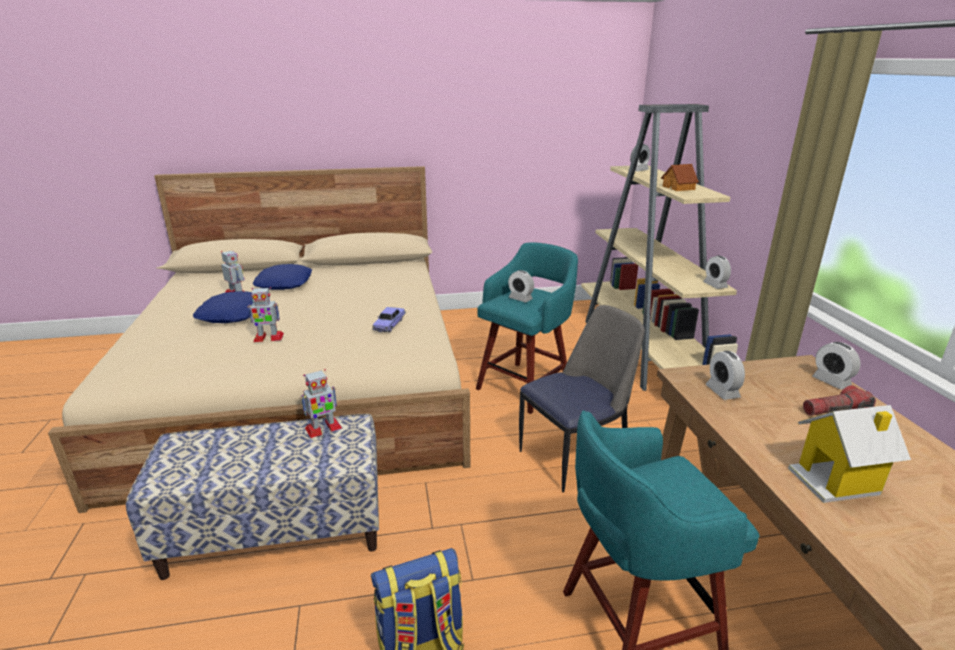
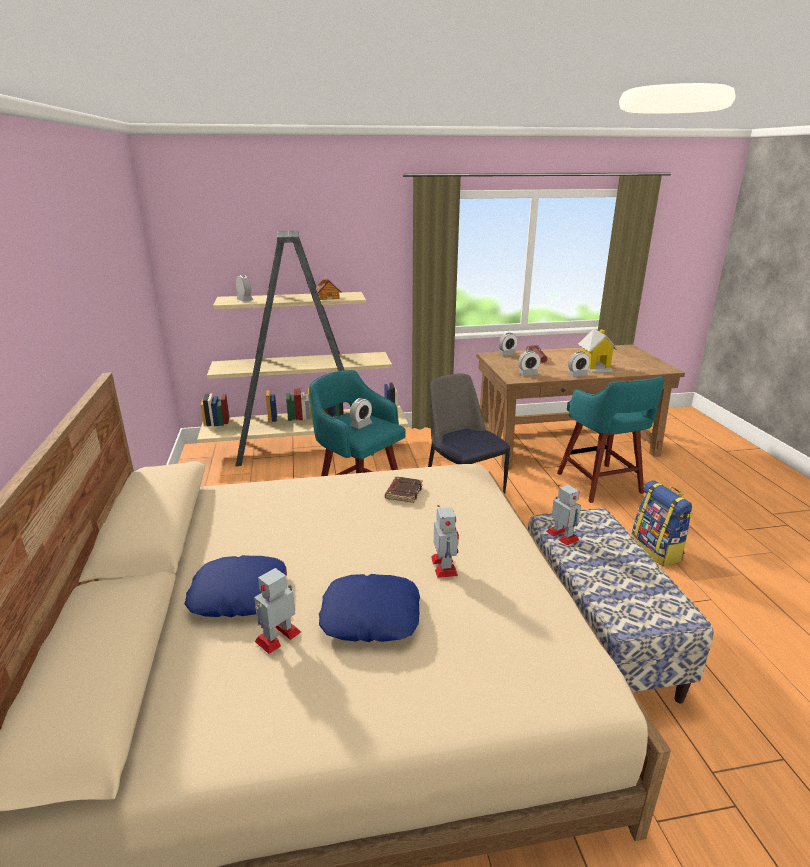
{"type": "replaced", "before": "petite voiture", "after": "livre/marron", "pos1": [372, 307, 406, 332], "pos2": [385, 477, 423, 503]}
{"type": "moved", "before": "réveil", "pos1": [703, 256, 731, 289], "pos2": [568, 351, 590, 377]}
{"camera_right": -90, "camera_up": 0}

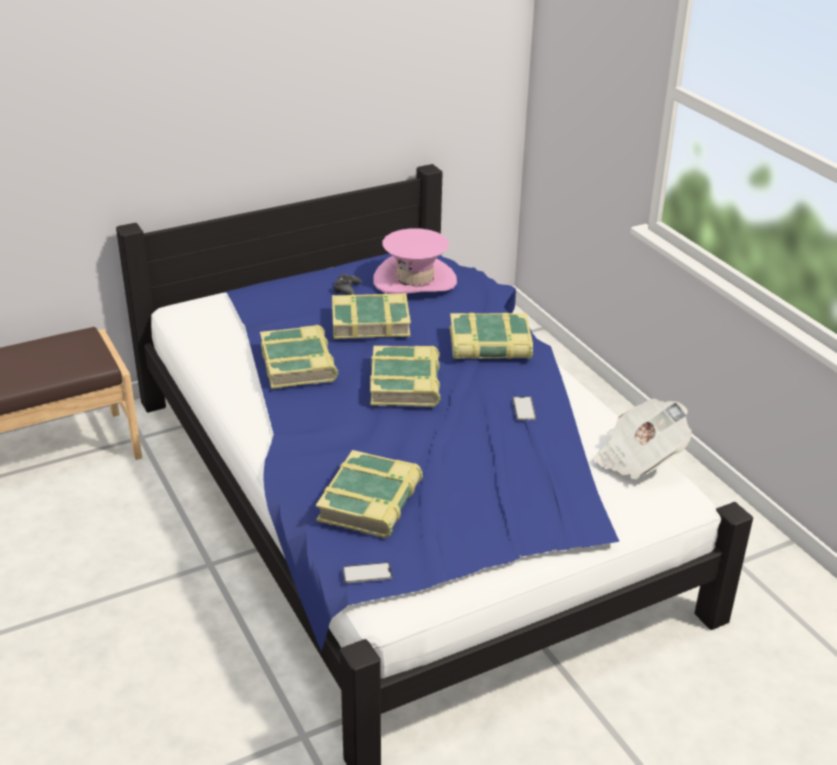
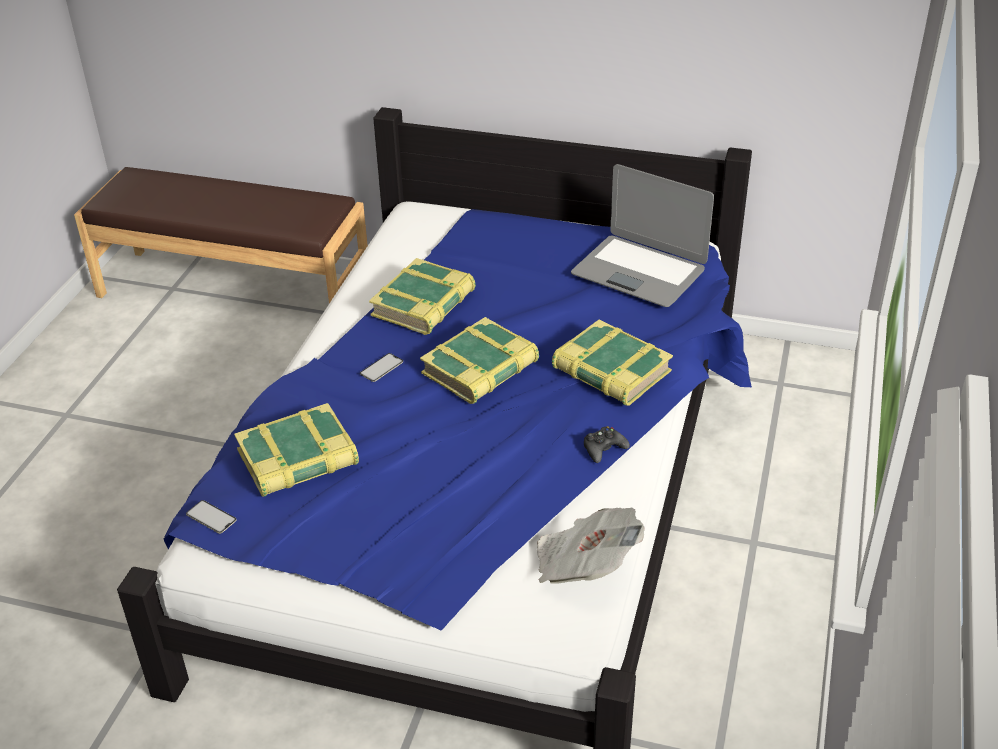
{"type": "removed", "before": "livre", "pos1": [332, 293, 411, 339]}
{"type": "moved", "before": "manette/noir", "pos1": [333, 274, 361, 295], "pos2": [584, 426, 630, 463]}
{"type": "replaced", "before": "chapeau/rose", "after": "ordinateur portable", "pos1": [373, 228, 457, 294], "pos2": [571, 164, 714, 307]}
{"type": "moved", "before": "téléphone", "pos1": [512, 397, 536, 420], "pos2": [360, 353, 403, 382]}
{"camera_right": 45, "camera_up": 5}

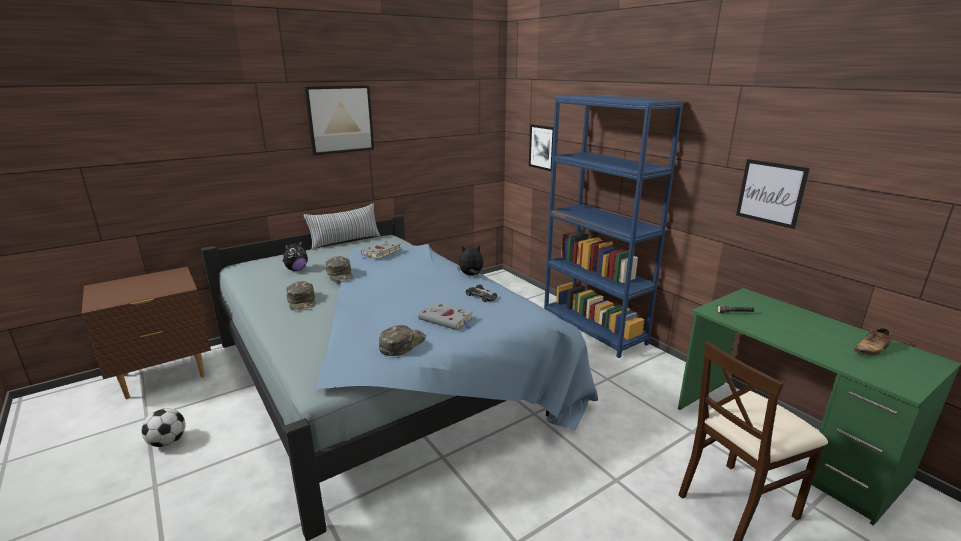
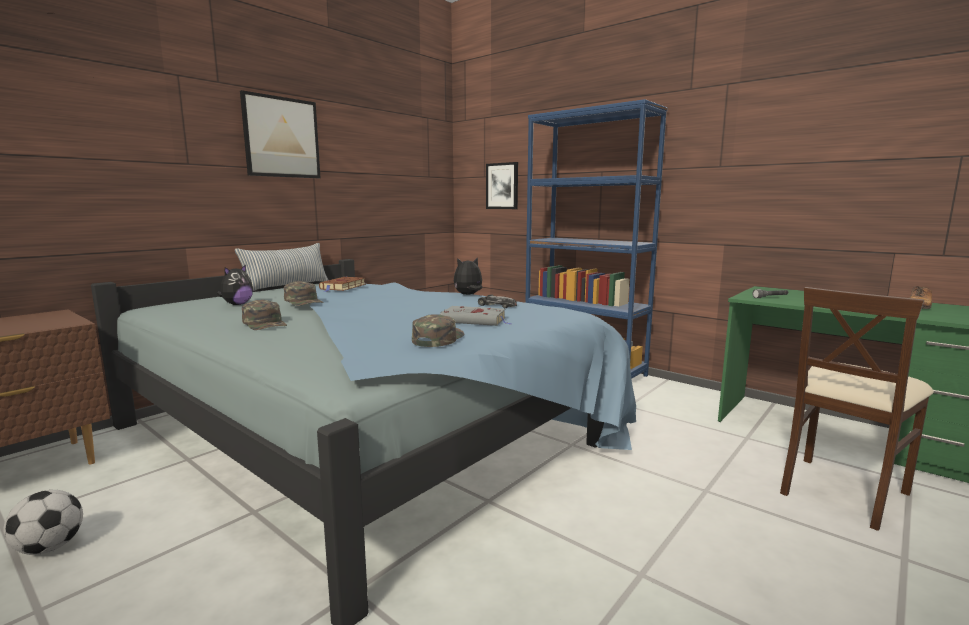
{"type": "recoloured", "before": "livre/gris", "after": "livre/marron", "pos1": [361, 241, 401, 259], "pos2": [319, 277, 366, 292]}
{"type": "removed", "before": "tableau", "pos1": [736, 159, 810, 229]}
{"camera_right": -15, "camera_up": -10}

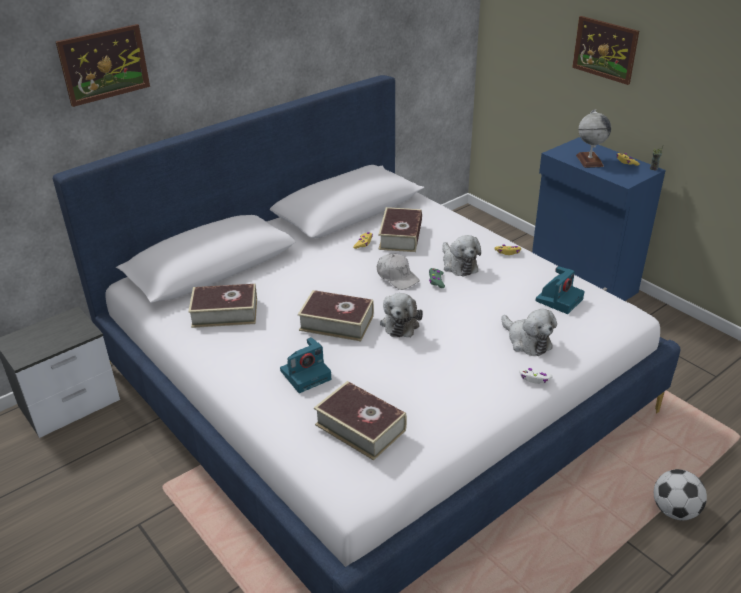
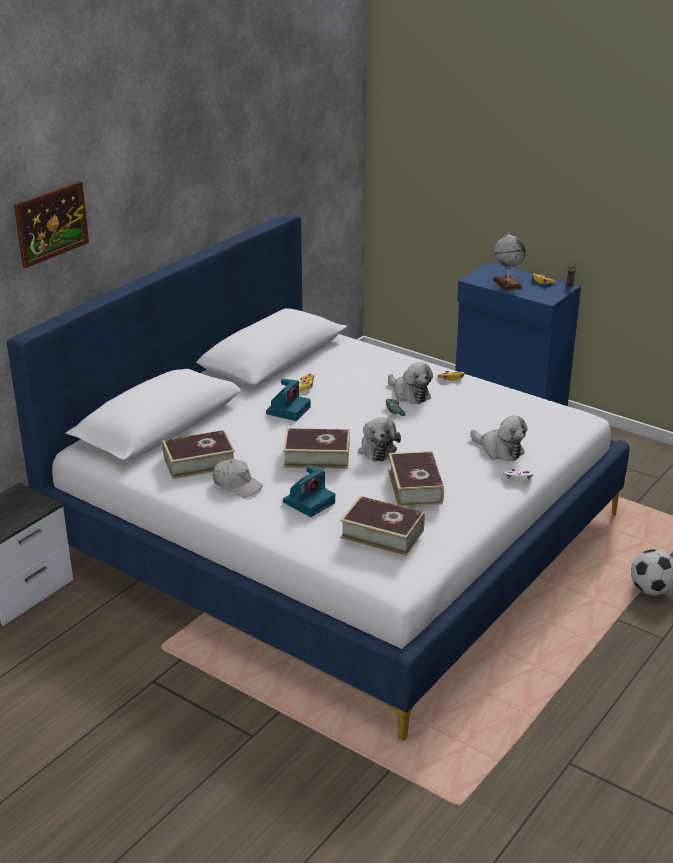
{"type": "moved", "before": "casquette/blanc", "pos1": [377, 254, 420, 290], "pos2": [213, 459, 263, 498]}
{"type": "moved", "before": "livre", "pos1": [378, 207, 422, 252], "pos2": [388, 451, 444, 507]}
{"type": "moved", "before": "appareil photo", "pos1": [536, 266, 585, 314], "pos2": [266, 379, 311, 421]}
{"type": "removed", "before": "tableau", "pos1": [572, 16, 639, 85]}
{"camera_right": -15, "camera_up": -5}

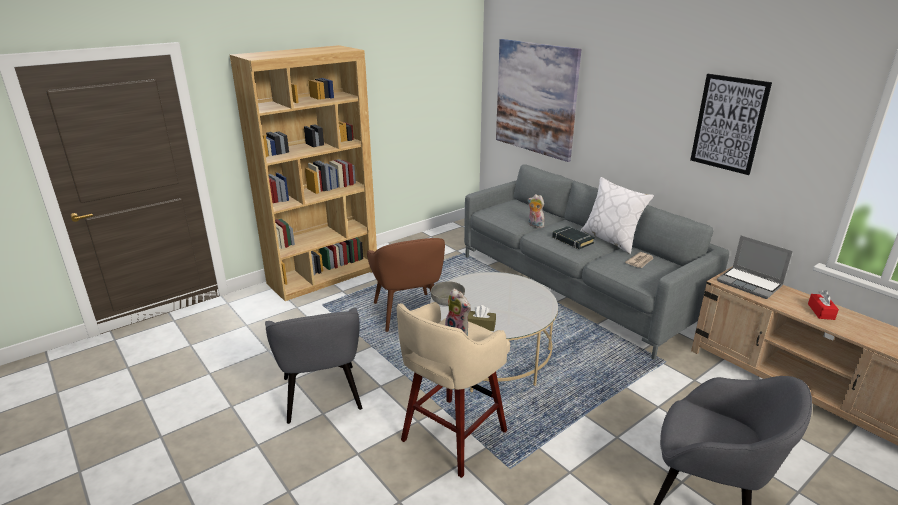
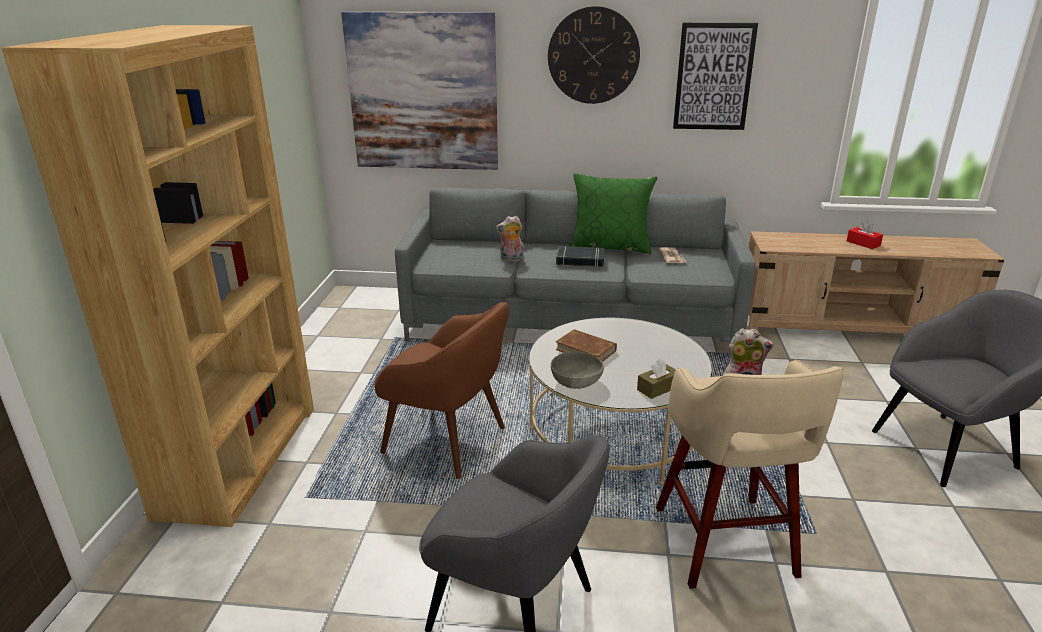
{"type": "recoloured", "before": "coussin/blanc", "after": "coussin/vert", "pos1": [580, 177, 654, 254], "pos2": [569, 173, 657, 254]}
{"type": "removed", "before": "ordinateur portable", "pos1": [717, 235, 793, 299]}
{"type": "added", "after": "horloge murale", "pos2": [548, 6, 640, 104]}
{"type": "added", "after": "livre/marron", "pos2": [555, 329, 617, 362]}
{"camera_right": -45, "camera_up": 0}

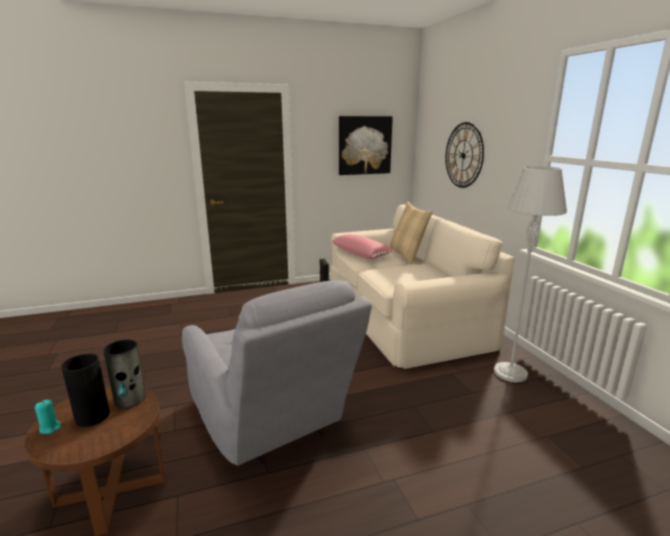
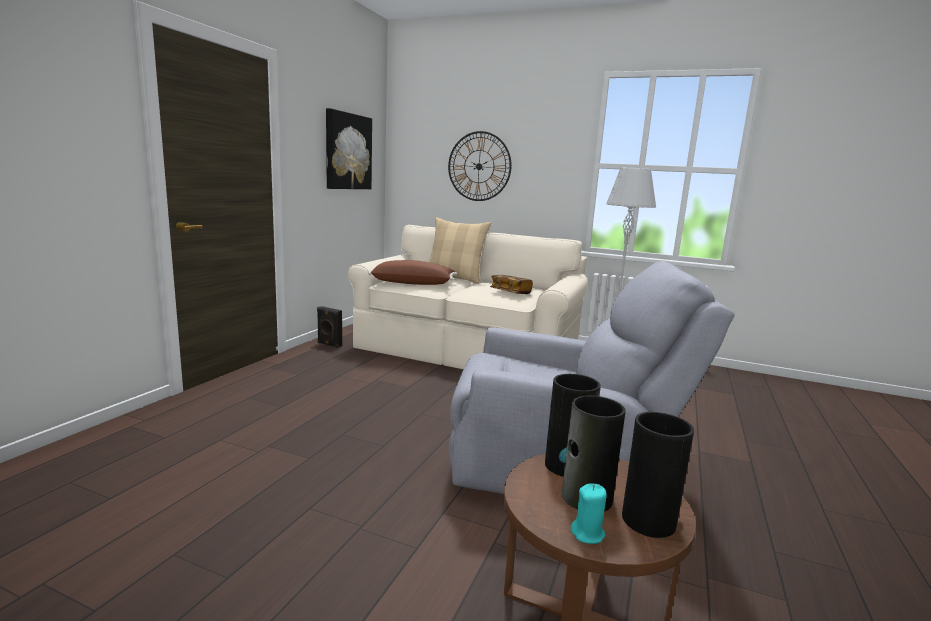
{"type": "recoloured", "before": "coussin/rose", "after": "coussin/marron", "pos1": [331, 234, 395, 259], "pos2": [368, 260, 457, 285]}
{"type": "added", "after": "livre", "pos2": [490, 275, 533, 294]}
{"type": "added", "after": "vase", "pos2": [622, 412, 694, 538]}
{"camera_right": -50, "camera_up": -5}

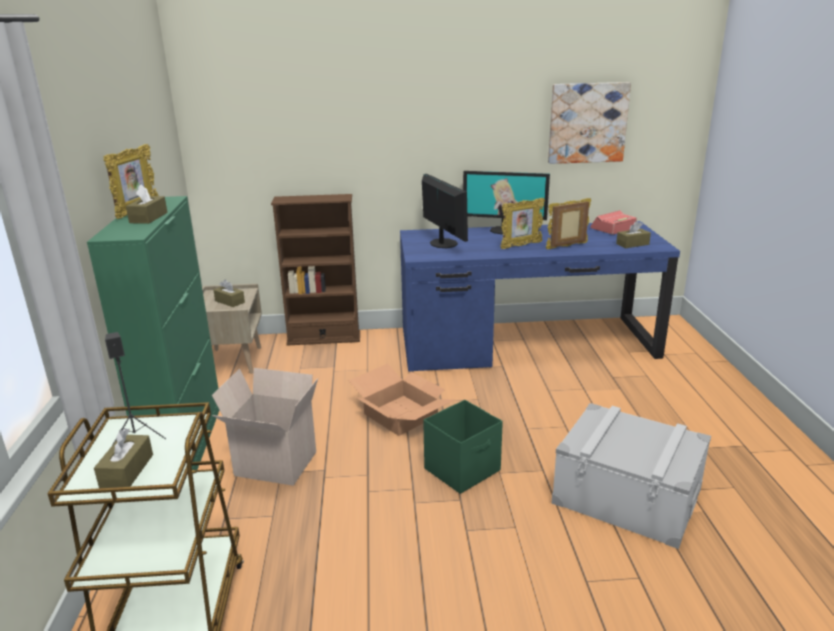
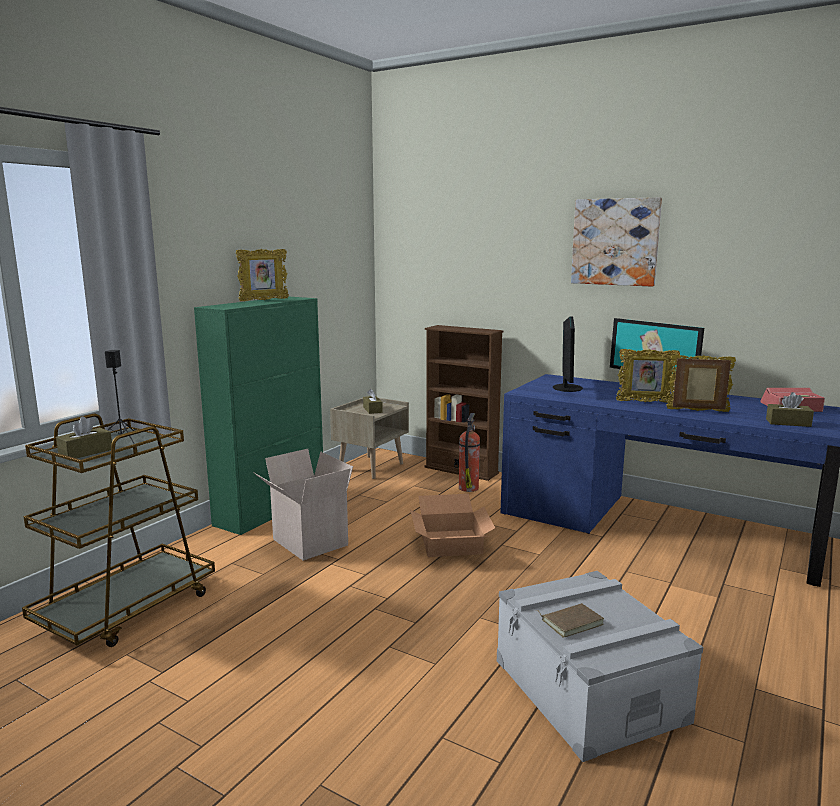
{"type": "removed", "before": "boîte à mouchoirs/marron", "pos1": [126, 184, 168, 224]}
{"type": "removed", "before": "boîte de rangement/vert", "pos1": [423, 400, 503, 494]}
{"type": "moved", "before": "tableau", "pos1": [548, 82, 631, 164], "pos2": [571, 197, 662, 287]}
{"type": "added", "after": "extincteur", "pos2": [459, 413, 480, 492]}
{"type": "added", "after": "livre/marron", "pos2": [536, 603, 604, 638]}
{"camera_right": 35, "camera_up": -10}

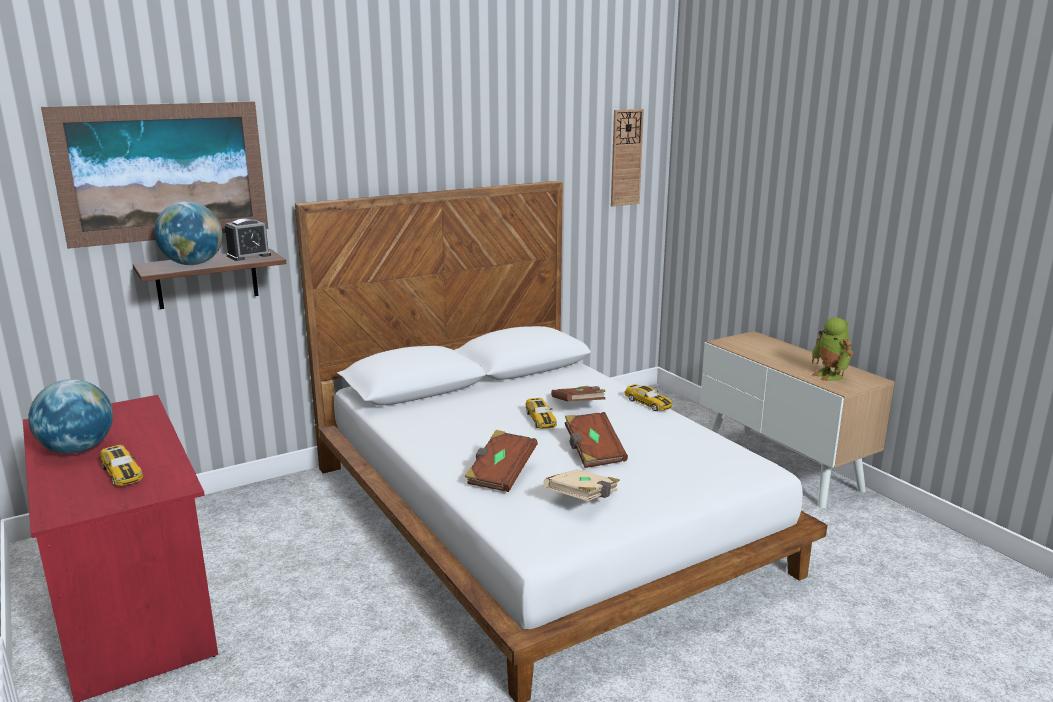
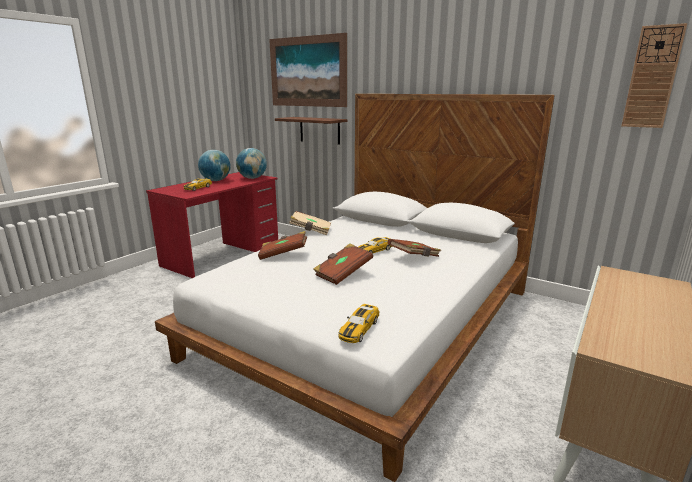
{"type": "moved", "before": "globe", "pos1": [154, 201, 223, 265], "pos2": [236, 148, 267, 179]}
{"type": "removed", "before": "réveil", "pos1": [225, 219, 271, 261]}
{"type": "moved", "before": "livre/beige", "pos1": [543, 469, 620, 501], "pos2": [289, 211, 331, 236]}
{"type": "moved", "before": "petite voiture", "pos1": [624, 384, 672, 411], "pos2": [338, 304, 379, 343]}
{"type": "removed", "before": "robot jouet", "pos1": [812, 317, 853, 381]}
{"camera_right": 65, "camera_up": 0}

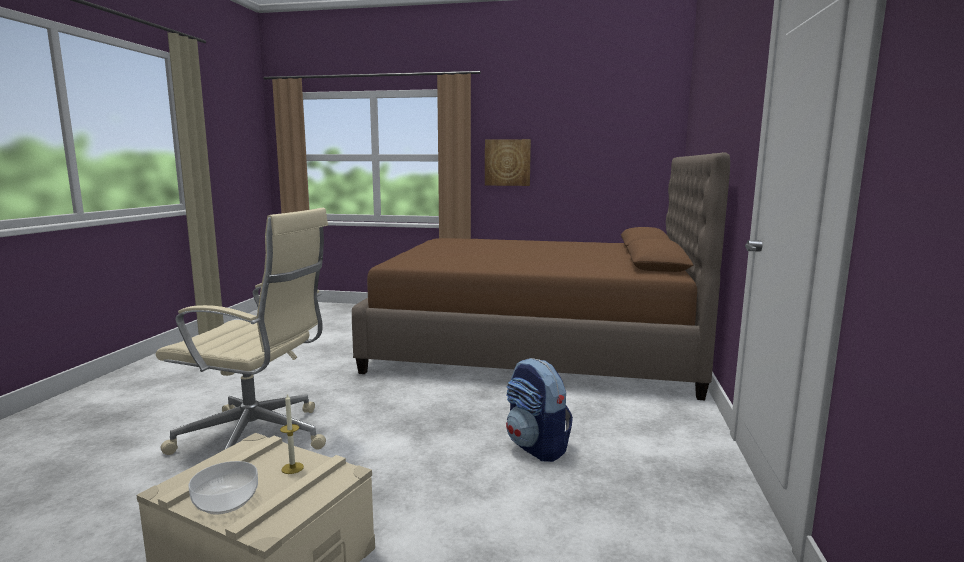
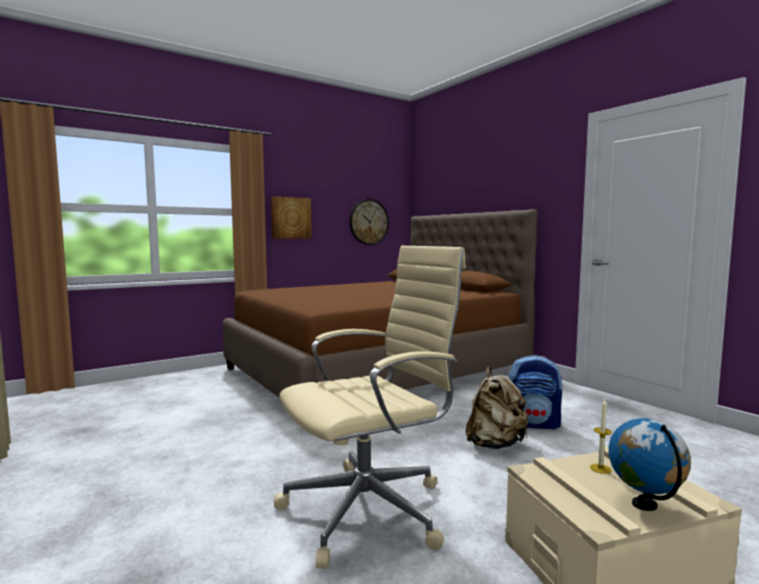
{"type": "replaced", "before": "bol", "after": "globe", "pos1": [189, 461, 258, 514], "pos2": [609, 418, 691, 511]}
{"type": "added", "after": "horloge murale", "pos2": [350, 199, 389, 245]}
{"type": "added", "after": "sac à dos/beige", "pos2": [465, 367, 528, 449]}
{"camera_right": -45, "camera_up": -5}

